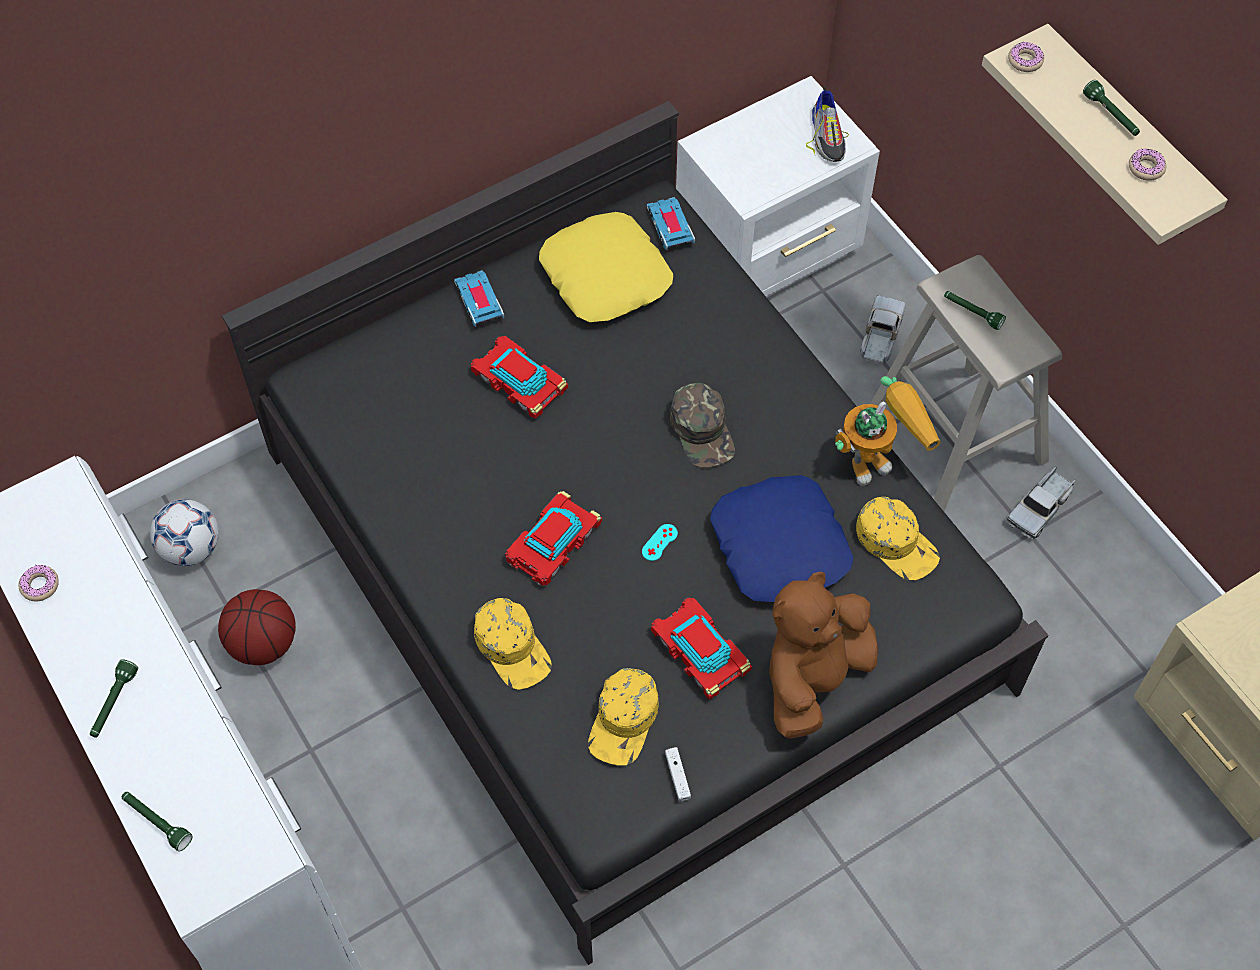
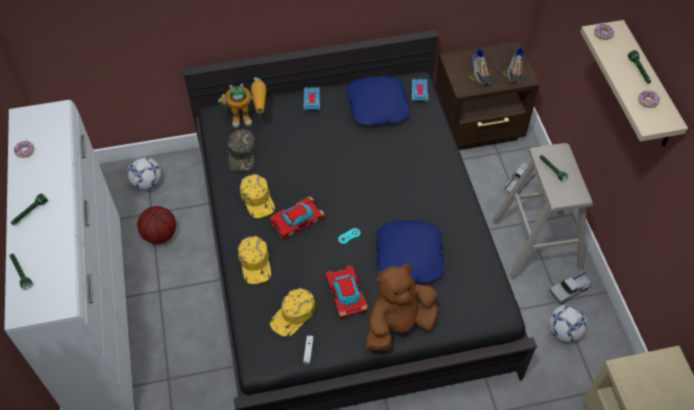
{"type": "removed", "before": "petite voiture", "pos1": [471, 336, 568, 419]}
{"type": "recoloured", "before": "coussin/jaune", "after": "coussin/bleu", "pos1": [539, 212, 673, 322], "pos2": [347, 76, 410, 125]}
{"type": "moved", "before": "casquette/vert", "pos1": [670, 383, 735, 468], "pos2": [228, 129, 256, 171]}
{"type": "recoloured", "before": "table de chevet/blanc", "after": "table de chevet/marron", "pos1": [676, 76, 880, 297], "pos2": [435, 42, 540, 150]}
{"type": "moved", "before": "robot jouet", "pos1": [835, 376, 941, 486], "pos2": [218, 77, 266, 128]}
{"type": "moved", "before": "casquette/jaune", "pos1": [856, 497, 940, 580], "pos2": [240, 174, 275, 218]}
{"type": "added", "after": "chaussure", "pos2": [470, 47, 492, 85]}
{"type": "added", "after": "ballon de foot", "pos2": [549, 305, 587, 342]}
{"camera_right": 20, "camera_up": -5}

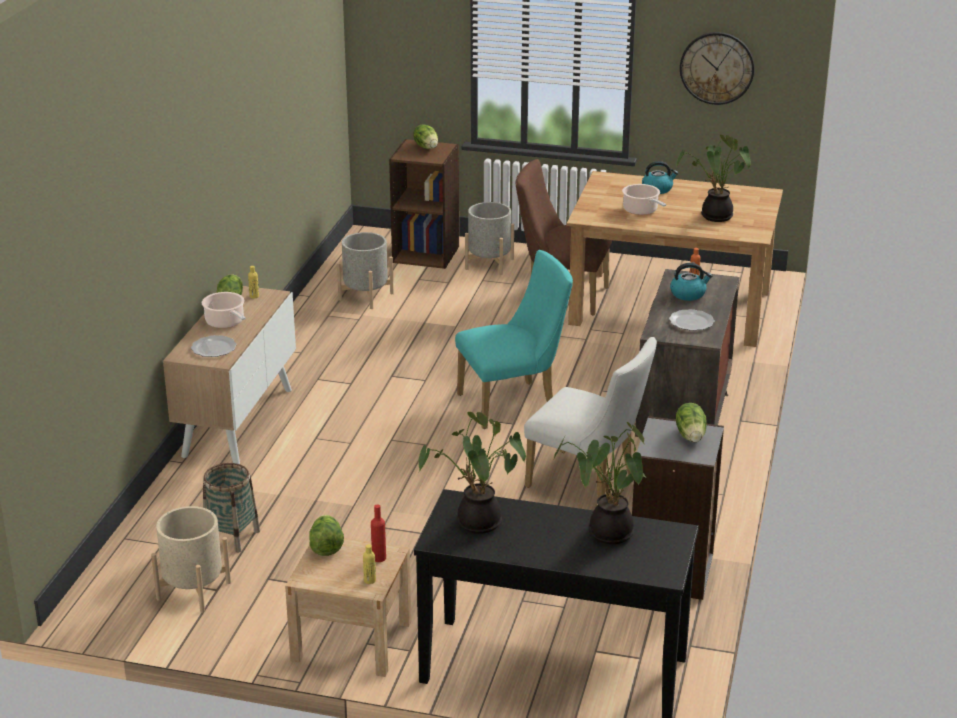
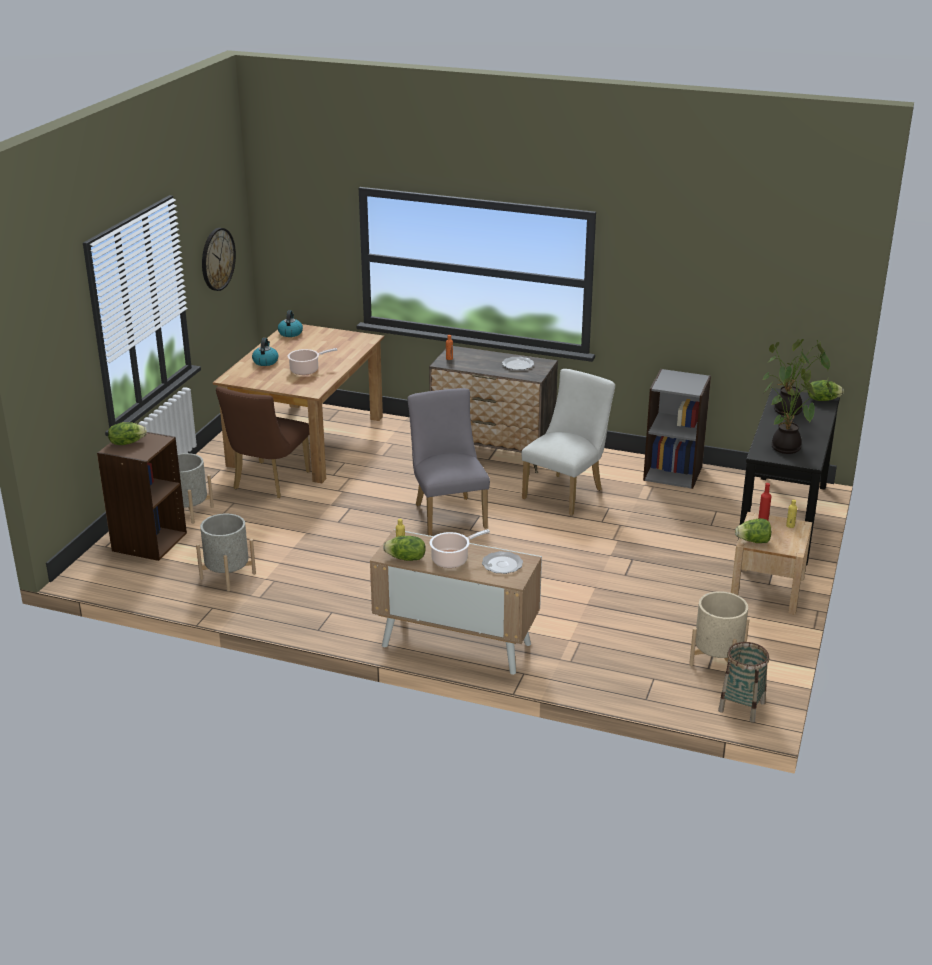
{"type": "moved", "before": "panier", "pos1": [203, 463, 260, 553], "pos2": [718, 642, 769, 723]}
{"type": "recoloured", "before": "chaise/turquoise", "after": "chaise/gris", "pos1": [455, 250, 573, 429], "pos2": [408, 388, 490, 536]}
{"type": "moved", "before": "bouilloire", "pos1": [670, 263, 712, 301], "pos2": [278, 310, 303, 337]}
{"type": "removed", "before": "plante en pot", "pos1": [676, 135, 751, 222]}
{"type": "moved", "before": "laitue", "pos1": [676, 403, 707, 443], "pos2": [808, 380, 844, 401]}
{"camera_right": -85, "camera_up": 0}

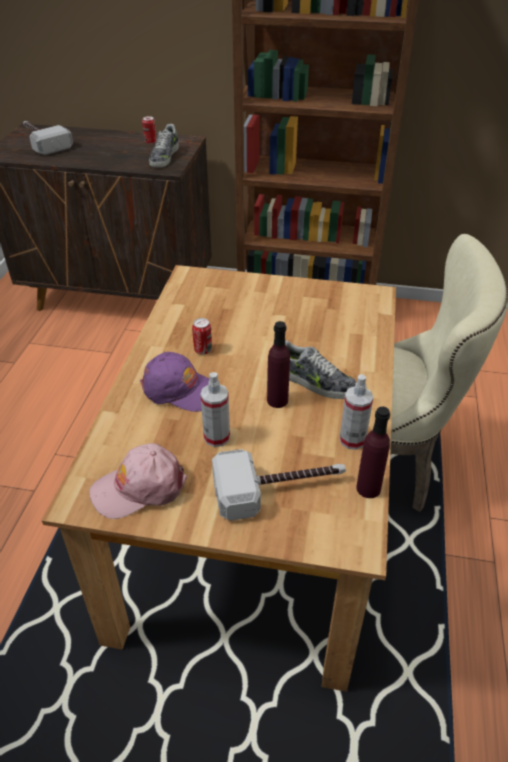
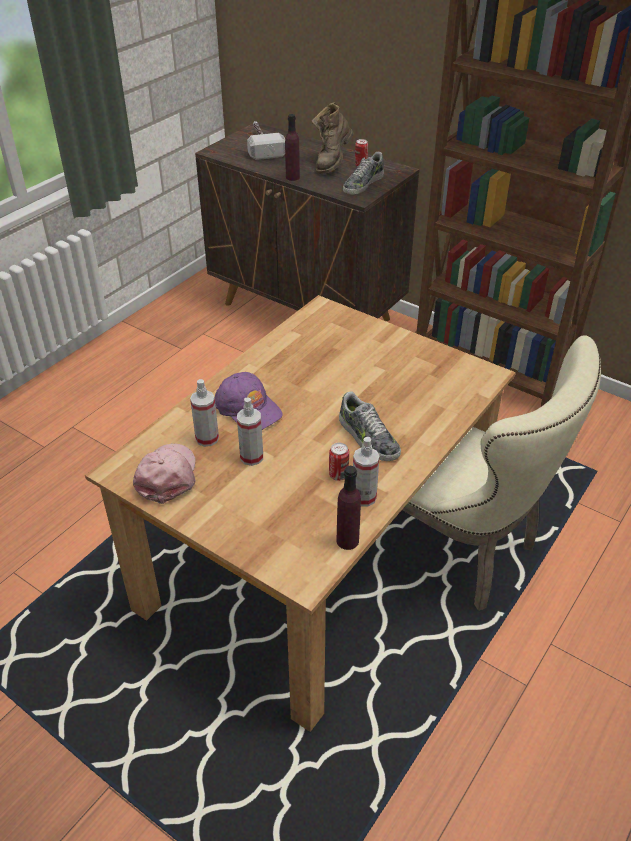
{"type": "turned", "before": "casquette/rose", "pos1": [89, 443, 187, 519], "pos2": [133, 443, 196, 504], "turn": 90}
{"type": "moved", "before": "boîte métallique", "pos1": [192, 318, 212, 355], "pos2": [329, 443, 349, 481]}
{"type": "removed", "before": "marteau", "pos1": [212, 449, 346, 521]}
{"type": "moved", "before": "bouteille/violet", "pos1": [267, 321, 290, 408], "pos2": [285, 114, 300, 181]}
{"type": "added", "after": "vaporisateur", "pos2": [190, 379, 219, 447]}
{"type": "added", "after": "botte/marron", "pos2": [312, 103, 353, 174]}
{"camera_right": 25, "camera_up": 0}

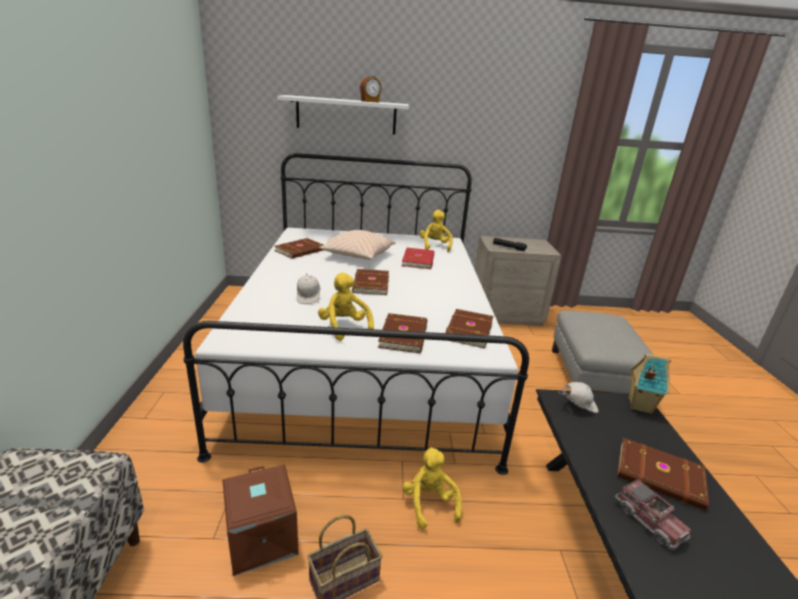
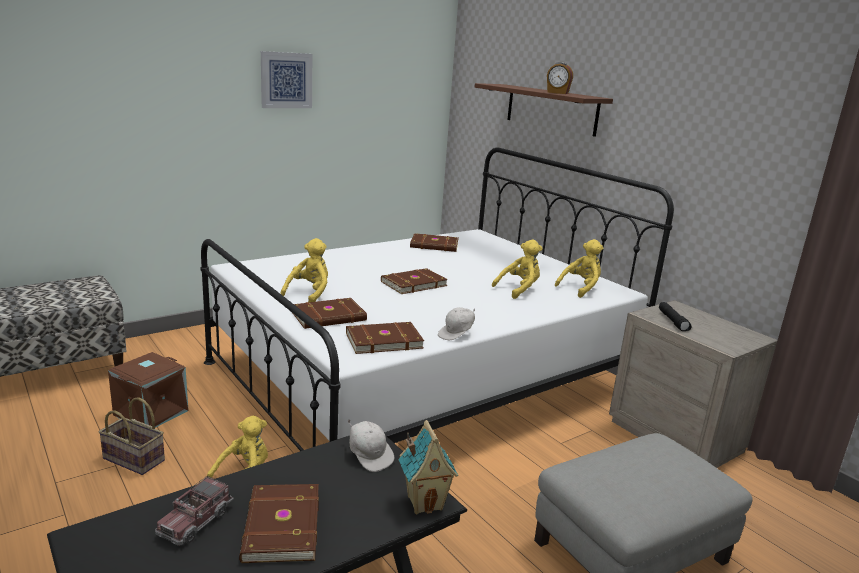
{"type": "recoloured", "before": "étagère/blanc", "after": "étagère/marron", "pos1": [277, 95, 409, 135], "pos2": [475, 83, 613, 137]}
{"type": "moved", "before": "casquette/blanc", "pos1": [297, 274, 321, 304], "pos2": [438, 307, 475, 340]}
{"type": "removed", "before": "coussin/beige", "pos1": [319, 230, 396, 260]}
{"type": "replaced", "before": "livre/rouge", "after": "peluche/jaune", "pos1": [402, 248, 434, 269], "pos2": [492, 239, 543, 299]}
{"type": "added", "after": "tableau", "pos2": [261, 51, 312, 108]}
{"camera_right": 55, "camera_up": -5}

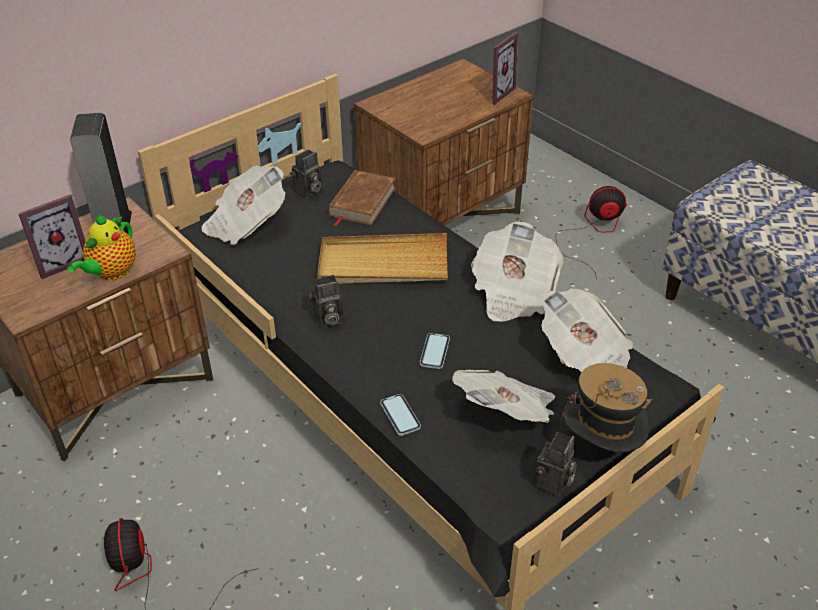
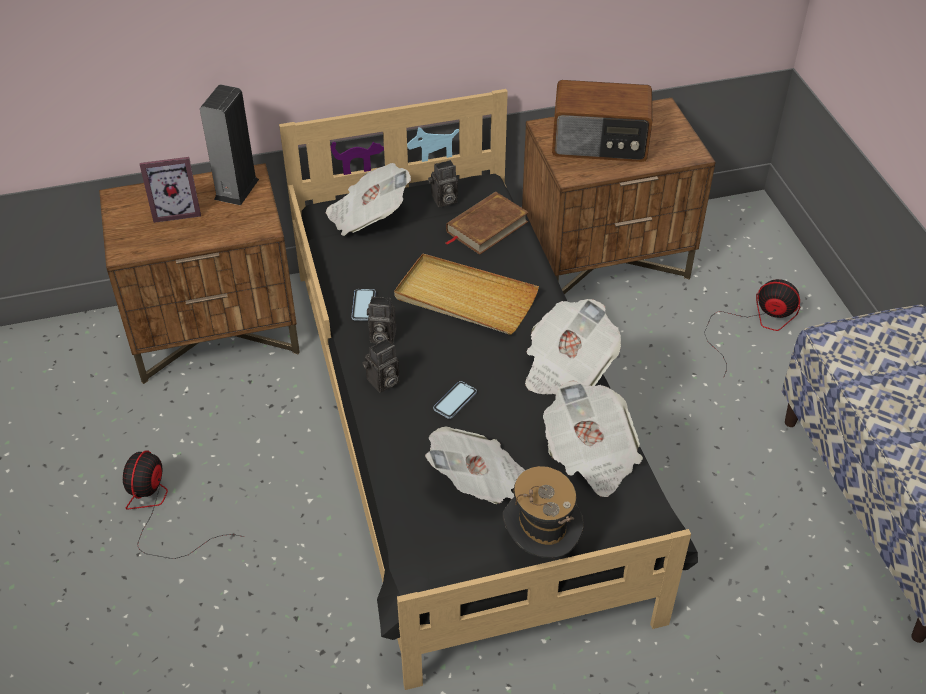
{"type": "removed", "before": "théière", "pos1": [67, 215, 136, 280]}
{"type": "moved", "before": "téléphone", "pos1": [380, 394, 421, 436], "pos2": [352, 289, 376, 321]}
{"type": "removed", "before": "cadre photo", "pos1": [486, 32, 518, 105]}
{"type": "moved", "before": "appareil photo", "pos1": [533, 432, 577, 496], "pos2": [363, 339, 399, 393]}
{"type": "added", "after": "radio", "pos2": [552, 80, 652, 162]}
{"camera_right": 25, "camera_up": 5}

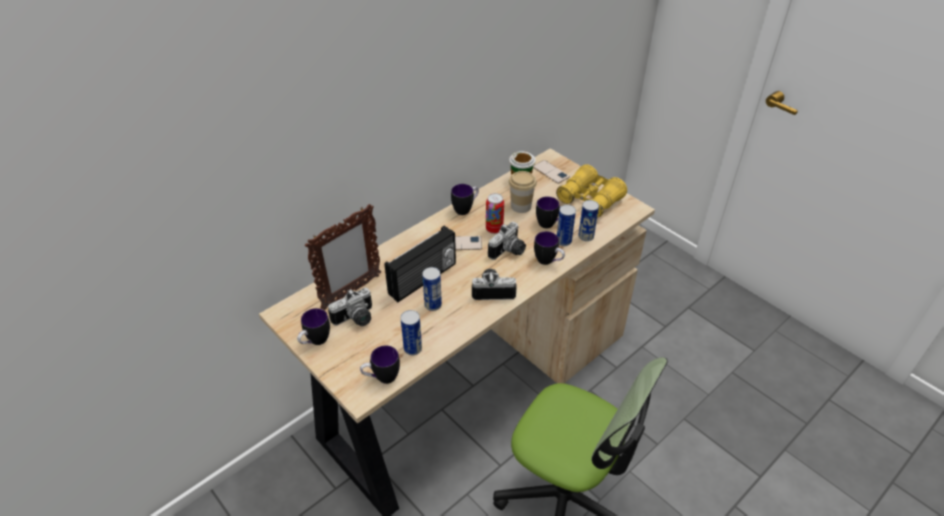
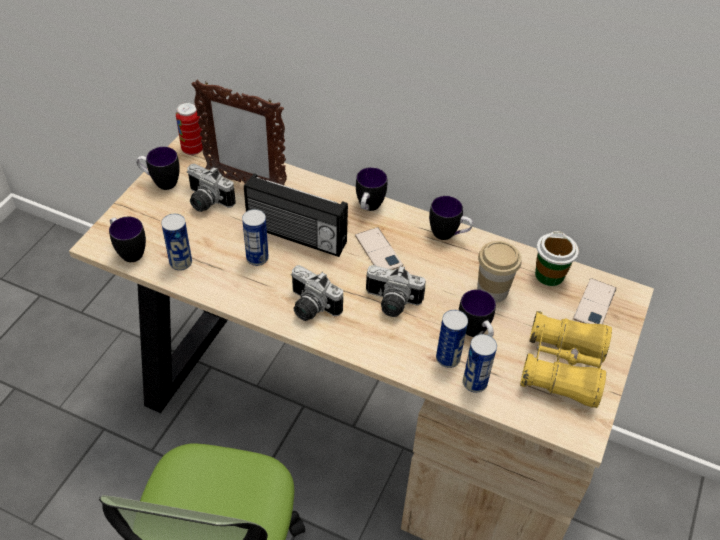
{"type": "turned", "before": "appareil photo", "pos1": [472, 269, 517, 300], "pos2": [291, 265, 343, 321], "turn": 150}
{"type": "moved", "before": "boîte métallique", "pos1": [486, 193, 504, 234], "pos2": [176, 102, 203, 155]}
{"type": "moved", "before": "mug", "pos1": [534, 231, 565, 265], "pos2": [356, 167, 387, 211]}
{"camera_right": 65, "camera_up": 5}

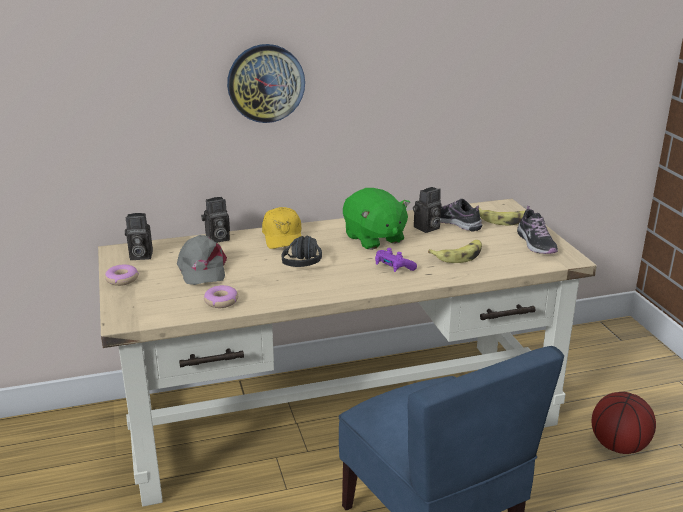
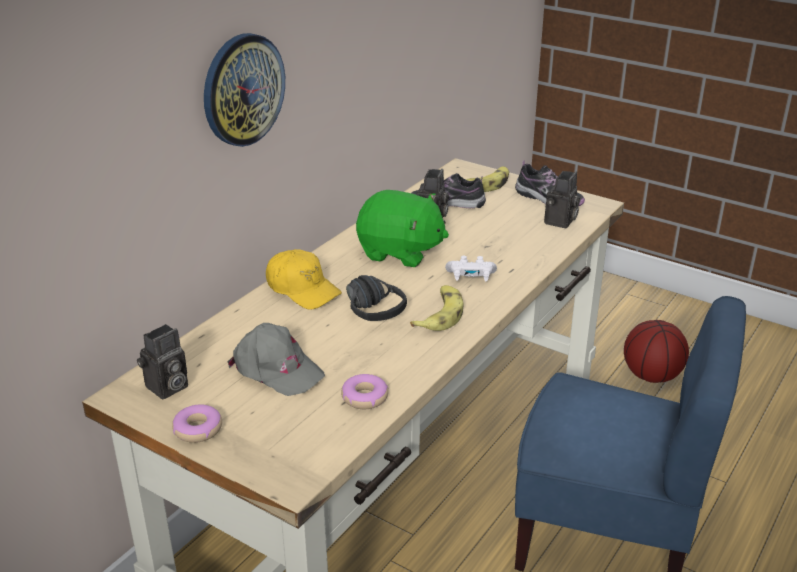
{"type": "moved", "before": "appareil photo", "pos1": [201, 197, 230, 243], "pos2": [544, 171, 580, 228]}
{"type": "recoloured", "before": "manette/violet", "after": "manette/blanc", "pos1": [375, 248, 417, 272], "pos2": [445, 256, 497, 281]}
{"type": "moved", "before": "banane", "pos1": [428, 240, 482, 263], "pos2": [410, 285, 464, 331]}
{"camera_right": -40, "camera_up": 5}

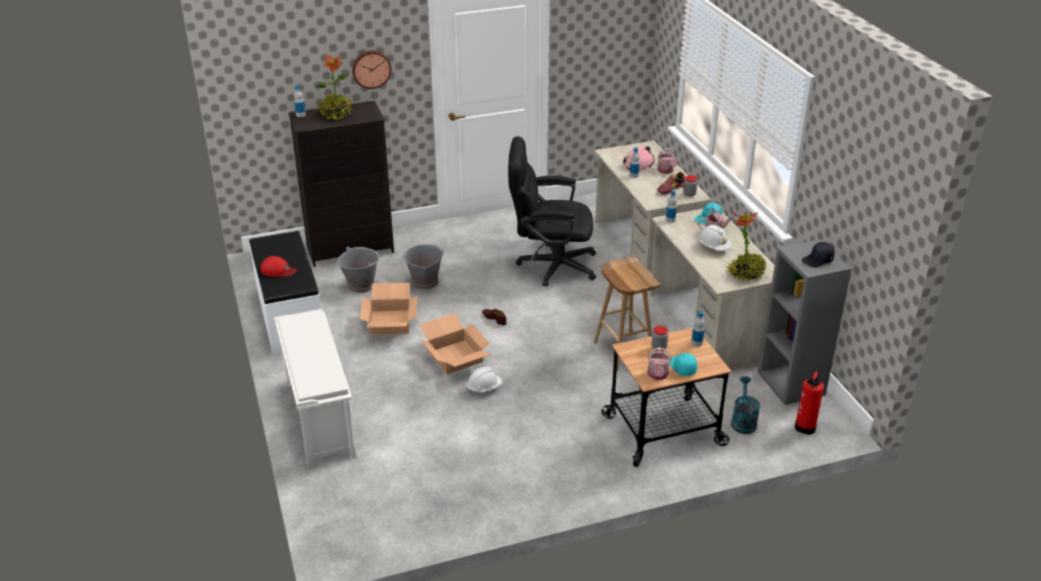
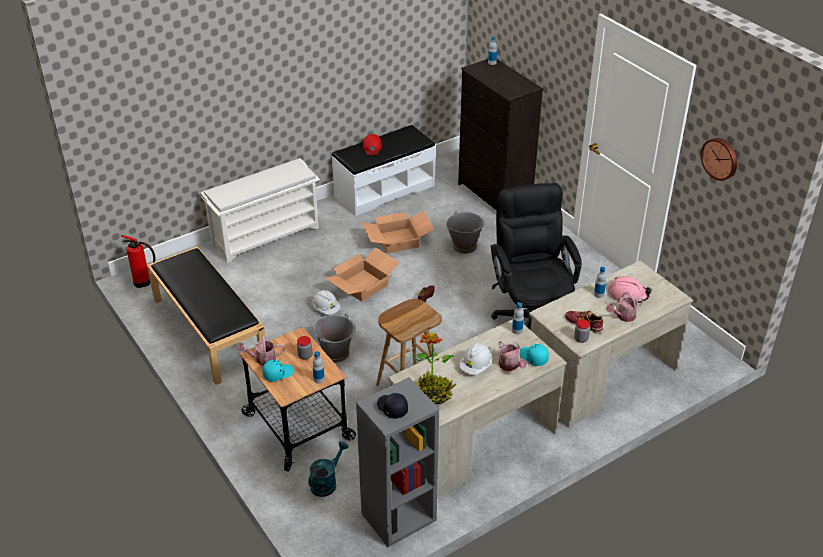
{"type": "removed", "before": "plante en pot", "pos1": [316, 54, 353, 121]}
{"type": "moved", "before": "seau/gris", "pos1": [337, 246, 380, 293], "pos2": [314, 314, 355, 363]}
{"type": "moved", "before": "horloge murale", "pos1": [352, 51, 391, 89], "pos2": [701, 138, 737, 181]}
{"type": "turned", "before": "arrosoir/turquoise", "pos1": [731, 376, 760, 434], "pos2": [308, 441, 349, 497], "turn": -45}
{"type": "moved", "before": "extincteur", "pos1": [795, 369, 824, 435], "pos2": [121, 235, 155, 288]}
{"type": "added", "after": "banc/noir", "pos2": [147, 246, 266, 385]}
{"camera_right": 75, "camera_up": 5}

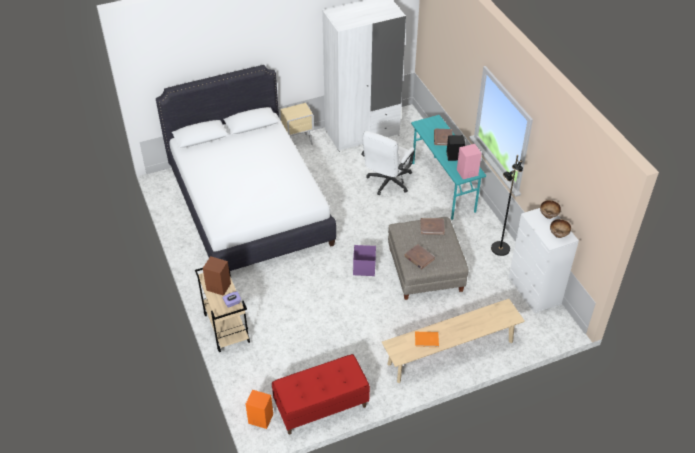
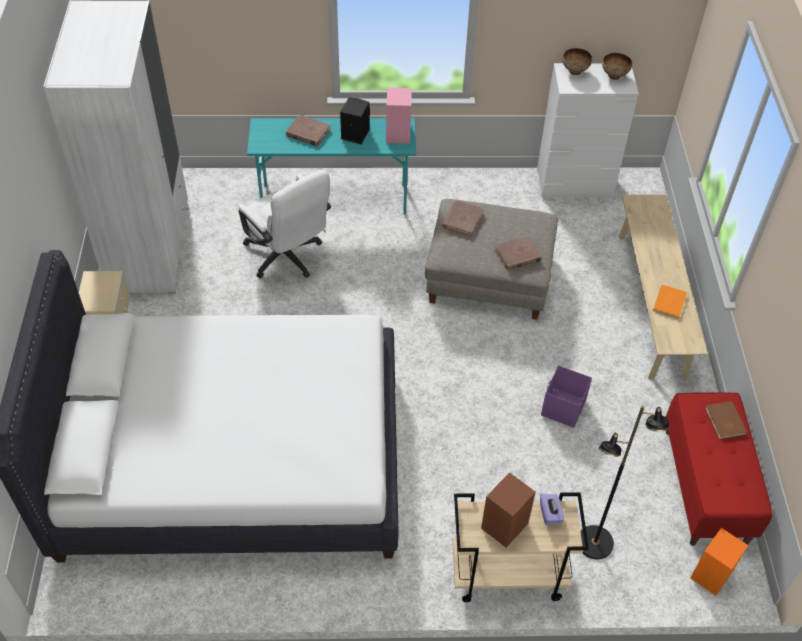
{"type": "moved", "before": "boîte de rangement/violet", "pos1": [353, 245, 376, 276], "pos2": [541, 365, 592, 428]}
{"type": "moved", "before": "lampadaire/noir", "pos1": [491, 155, 523, 256], "pos2": [580, 406, 670, 559]}
{"type": "added", "after": "livre/marron", "pos2": [705, 401, 747, 439]}
{"camera_right": -70, "camera_up": 5}

